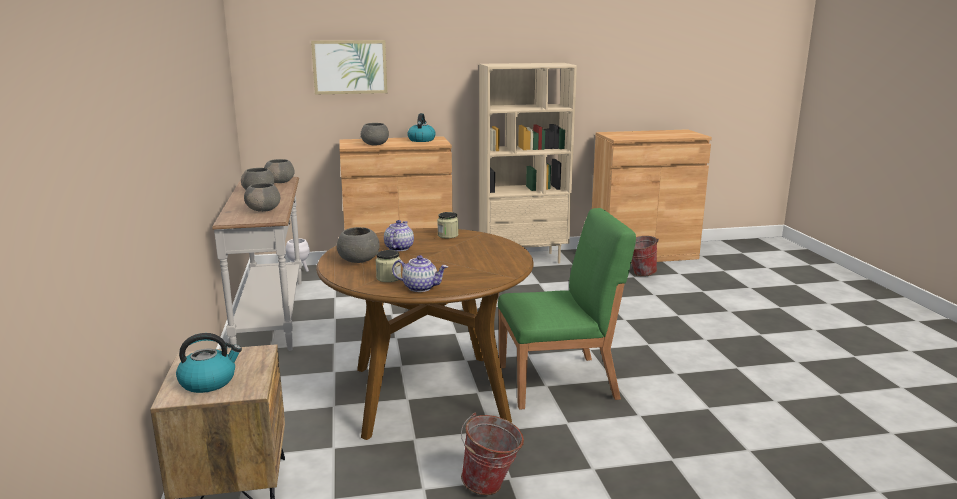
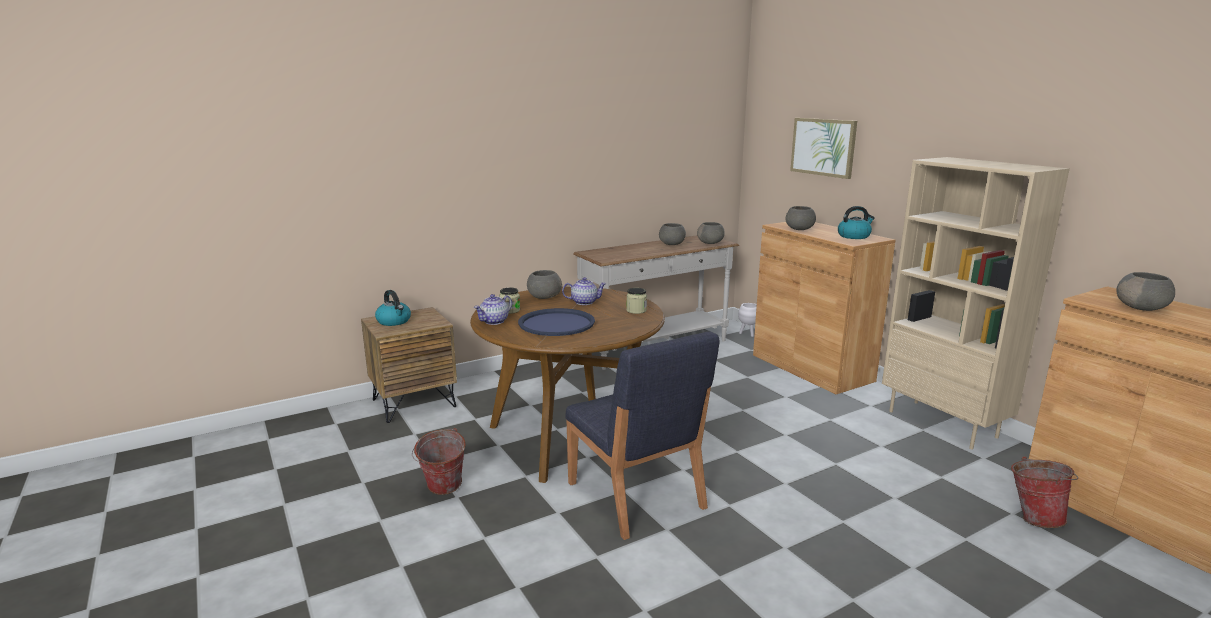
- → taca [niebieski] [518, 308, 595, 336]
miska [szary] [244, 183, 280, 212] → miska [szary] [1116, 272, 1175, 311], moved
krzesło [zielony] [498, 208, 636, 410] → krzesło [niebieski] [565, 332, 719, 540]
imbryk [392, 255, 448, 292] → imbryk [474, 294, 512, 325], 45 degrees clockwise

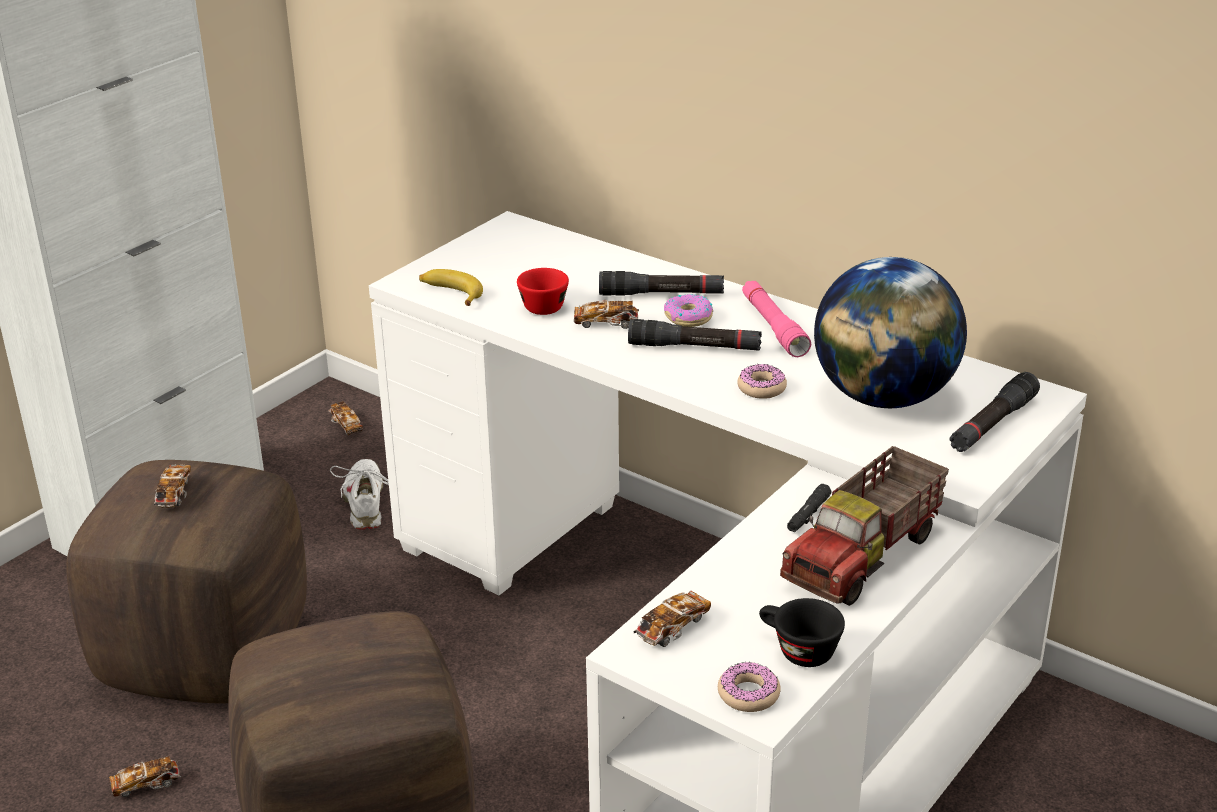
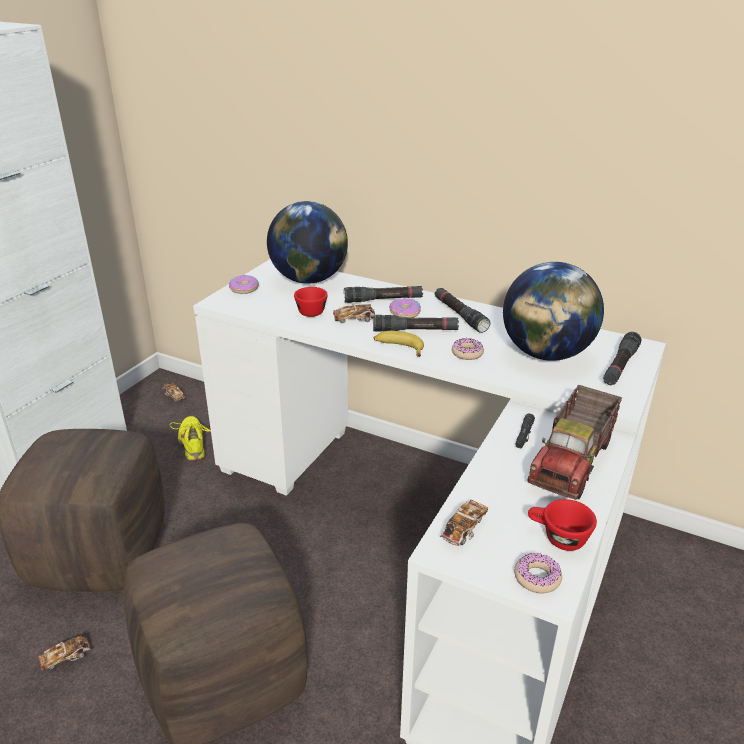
samochodzik [153, 464, 191, 508] → -
- → donut [229, 274, 259, 294]
- → globus [267, 201, 348, 284]
banan [419, 269, 483, 306] → banan [374, 331, 424, 357], moved
but [biały] [330, 459, 389, 530] → but [żółty] [170, 416, 211, 461]
latarka [różowy] [742, 281, 811, 357] → latarka [czarny] [435, 288, 490, 333]
filiżanka [czarny] [759, 598, 845, 667] → filiżanka [czerwony] [528, 499, 597, 551]

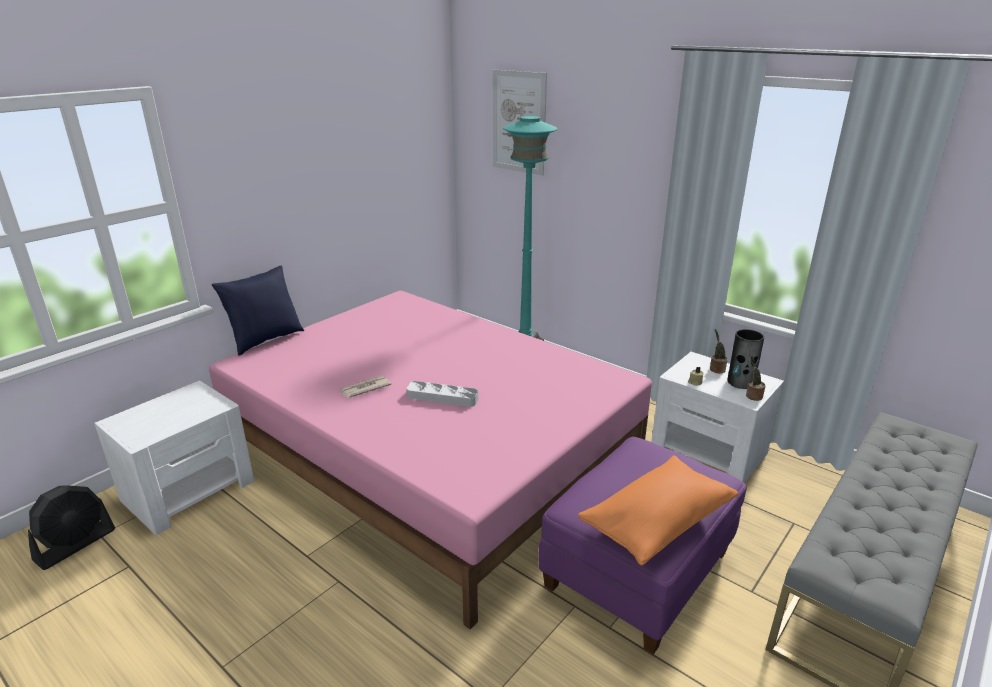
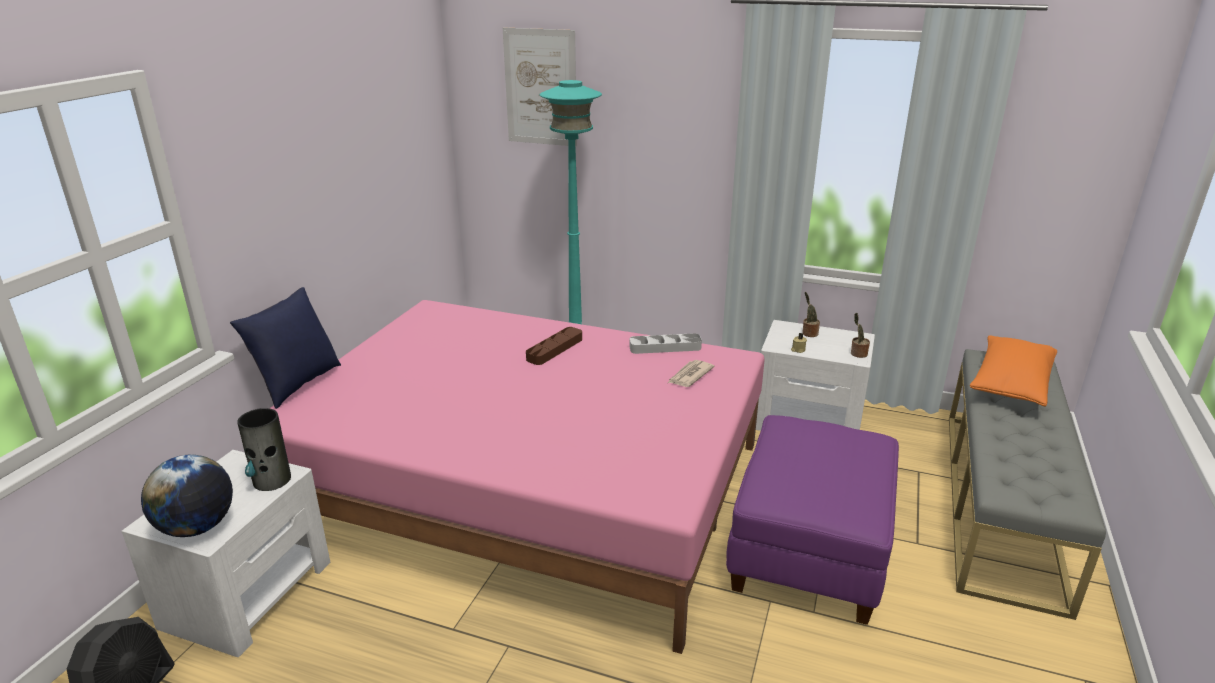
- → globus [141, 455, 233, 537]
- → taca [brązowy] [526, 327, 582, 365]
gazeta [340, 376, 391, 398] → gazeta [668, 360, 715, 387], moved
taca [szary] [407, 381, 478, 407] → taca [szary] [630, 333, 702, 354], moved
poduszka [pomarańczowy] [578, 455, 739, 566] → poduszka [pomarańczowy] [970, 335, 1057, 407], moved
wazon [727, 329, 764, 389] → wazon [237, 408, 291, 491], moved

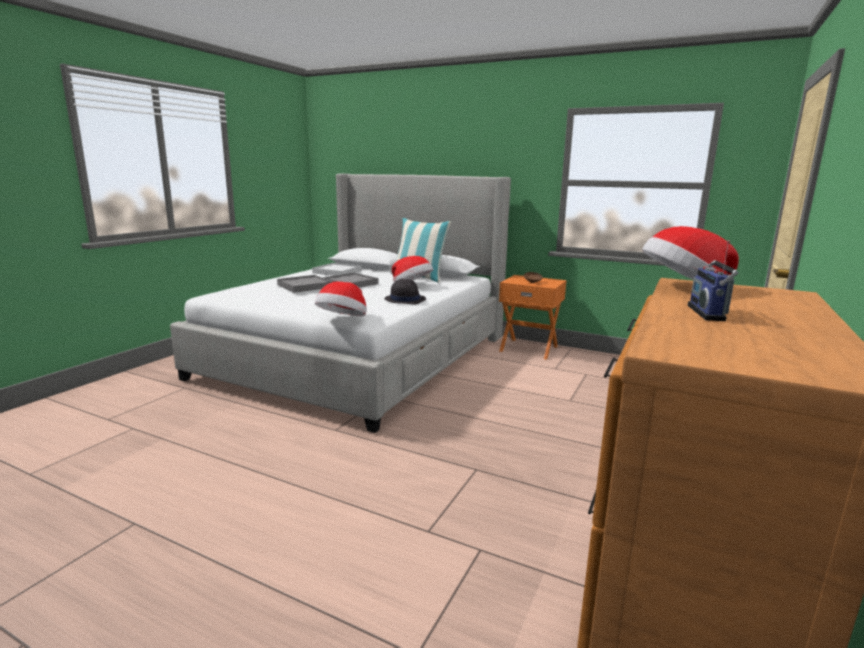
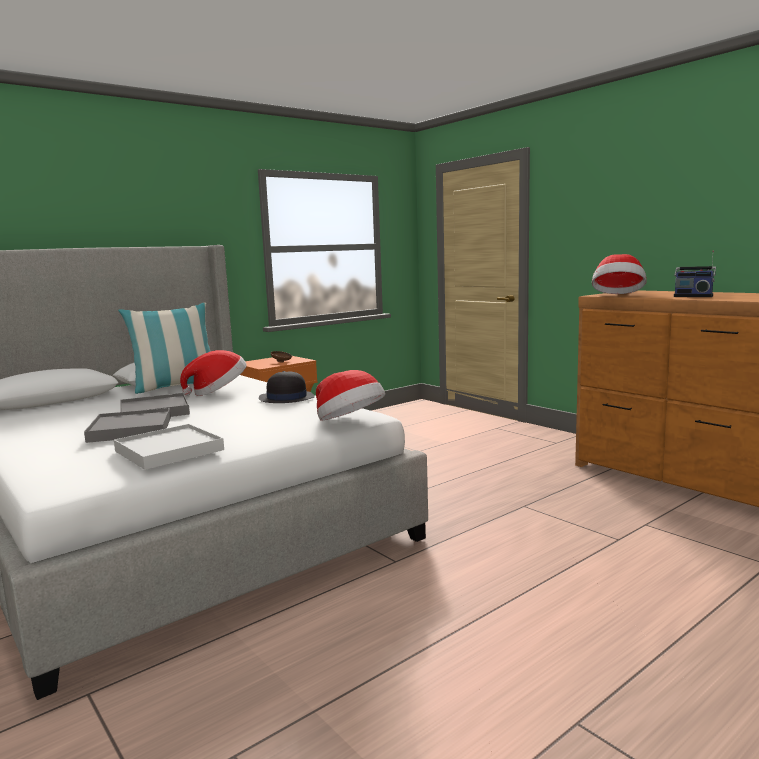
taca [biały] [312, 263, 362, 276] → taca [biały] [114, 424, 224, 470], moved

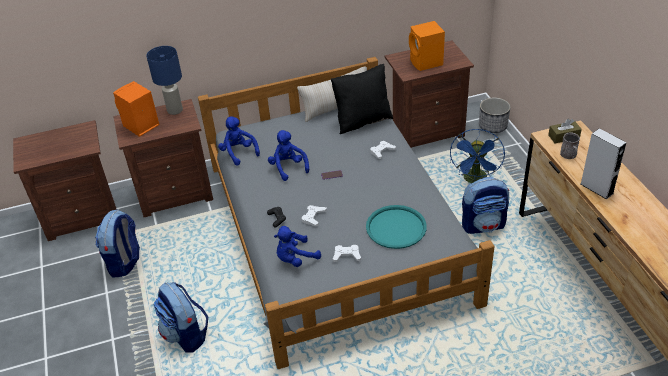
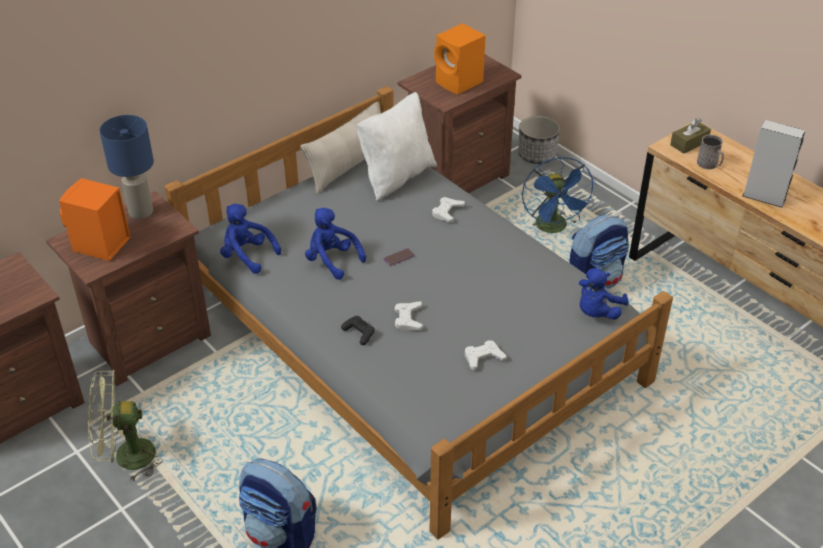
taca [turkusowy] [366, 205, 427, 249] → -
pluszak [niebieski] [274, 226, 321, 267] → pluszak [niebieski] [579, 268, 628, 319], moved
plecak [95, 209, 140, 277] → wentylator [zielony] [88, 369, 162, 483]
poduszka [czarny] [331, 64, 393, 134] → poduszka [biały] [357, 92, 437, 201]

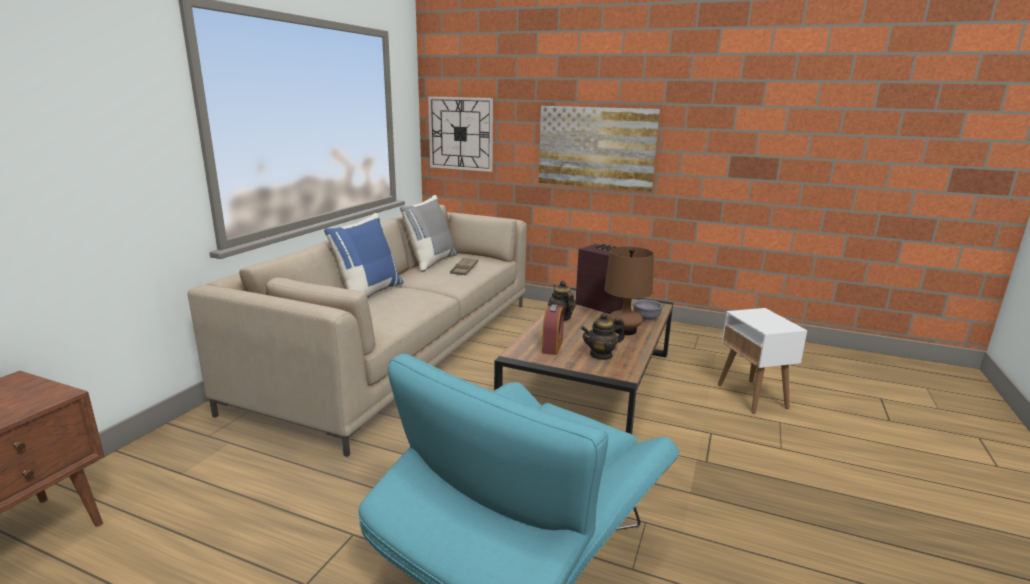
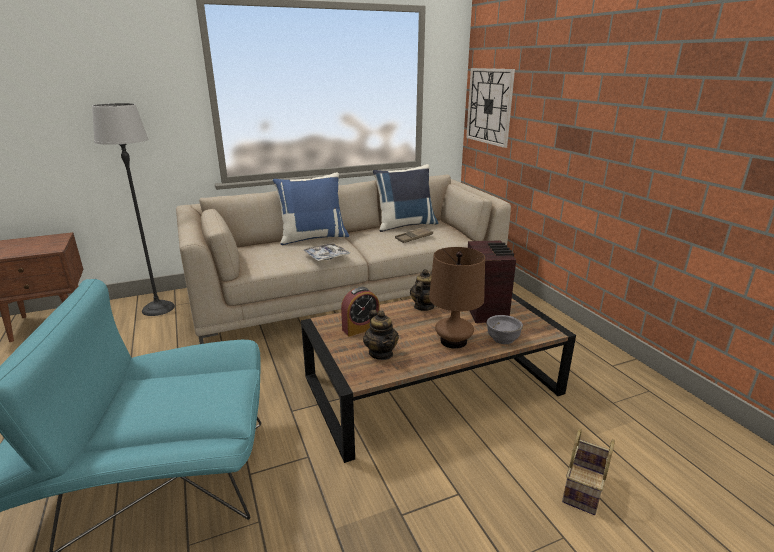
obraz [539, 106, 660, 192] → -
- → lampa stojąca [92, 103, 175, 316]
- → taca [303, 243, 350, 261]
stolik [biały] [718, 308, 807, 414] → koszyk [562, 428, 615, 515]
poduszka [szary] [400, 195, 457, 272] → poduszka [niebieski] [373, 164, 439, 232]
imbryk [581, 312, 625, 360] → imbryk [363, 310, 399, 360], 135 degrees counterclockwise

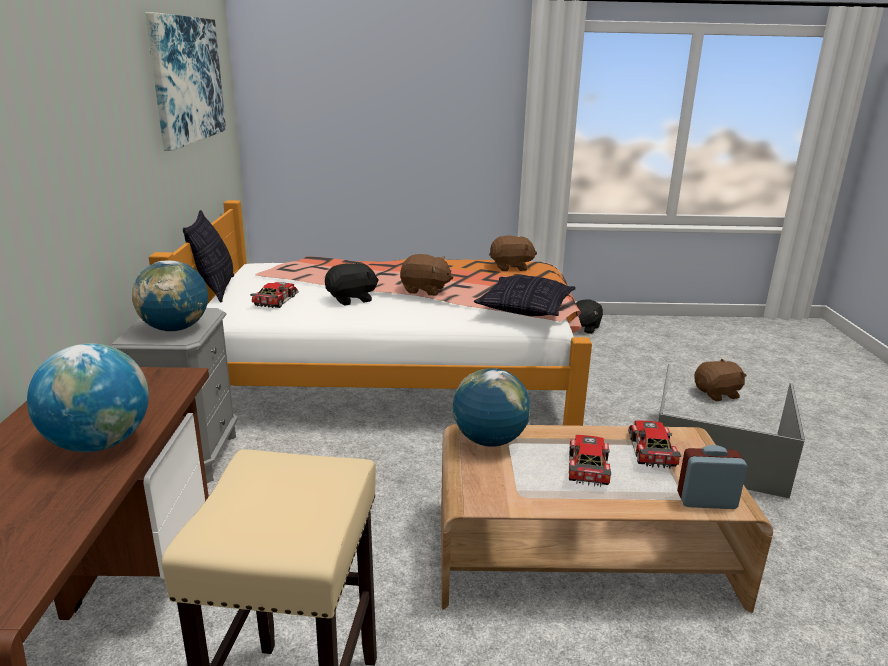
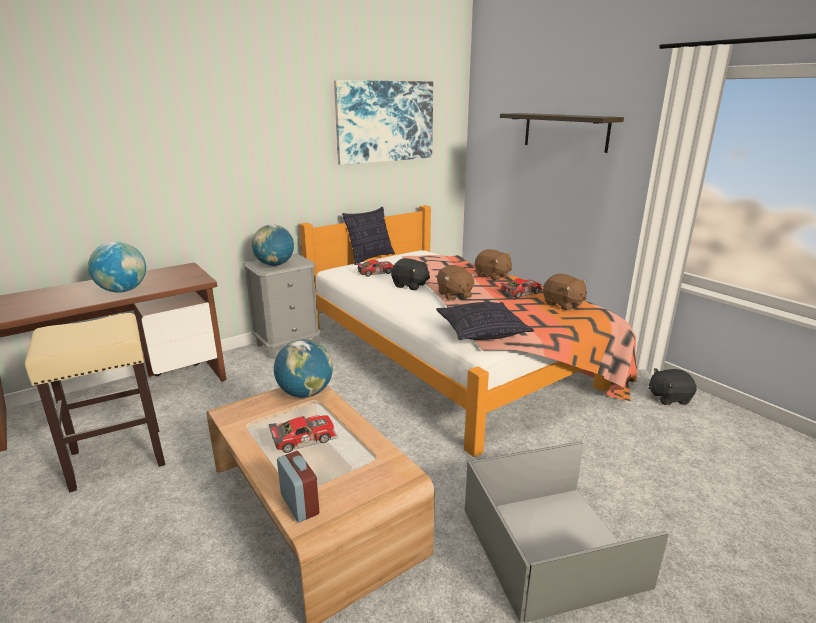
- → półka [500, 113, 624, 153]
samochodzik [628, 420, 681, 468] → samochodzik [500, 278, 543, 298], moved
pluszak [brązowy] [694, 359, 747, 401] → pluszak [brązowy] [475, 249, 512, 281], moved

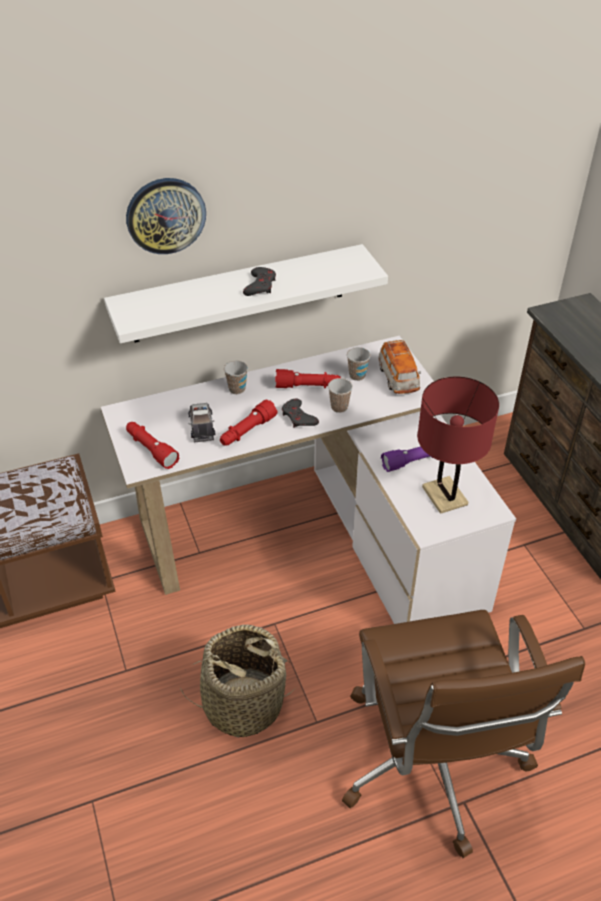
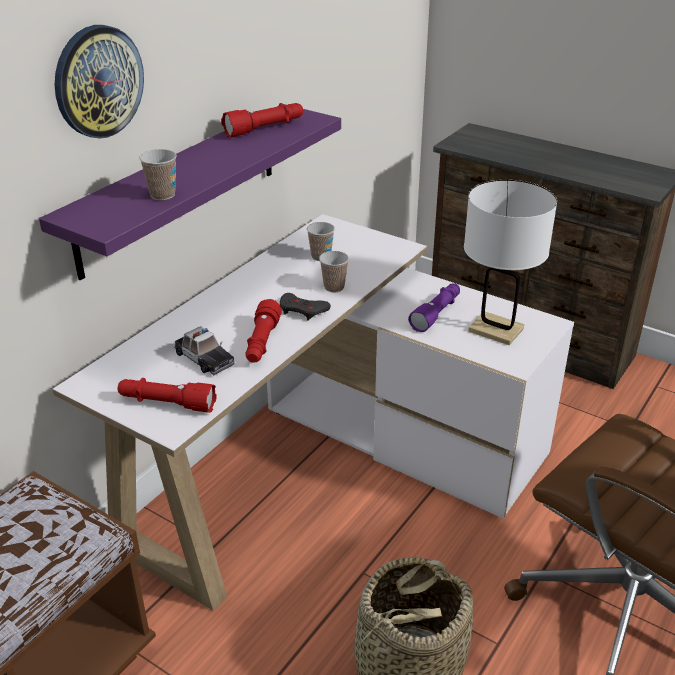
pad do gier [szary] [243, 267, 276, 296] → -
samochodzik [378, 340, 421, 394] → -
filiżanka [224, 360, 248, 394] → filiżanka [139, 149, 177, 200], moved
latarka [czerwony] [275, 369, 341, 388] → latarka [czerwony] [221, 103, 303, 138], moved
półka [biały] [104, 244, 388, 344] → półka [fioletowy] [39, 104, 341, 280]
lampa stołowa [czerwony] [417, 376, 499, 514] → lampa stołowa [biały] [464, 180, 557, 345]

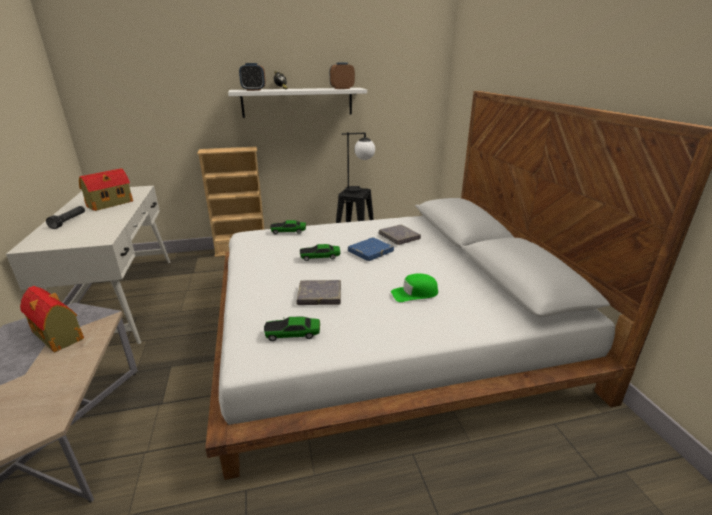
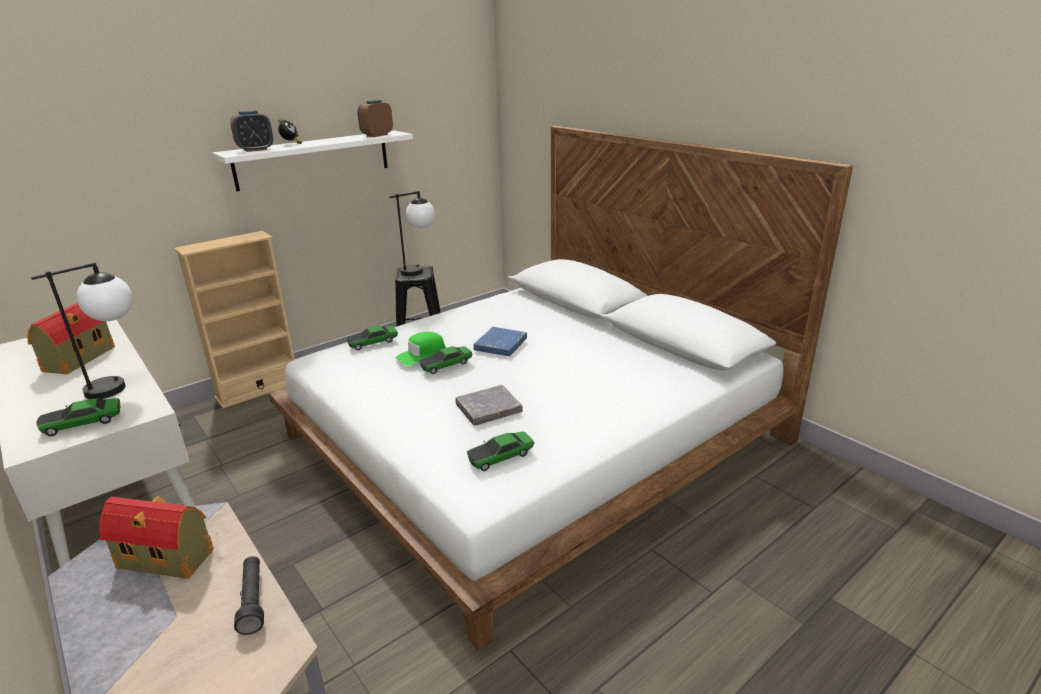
książka [szary] [379, 225, 421, 245] → -
- → lampa stołowa [31, 262, 133, 399]
- → samochodzik [36, 398, 120, 436]
latarka [czarny] [46, 206, 85, 229] → latarka [czarny] [234, 556, 264, 635], moved
czapka z daszkiem [zielony] [391, 273, 438, 302] → czapka z daszkiem [zielony] [396, 332, 446, 366], moved

